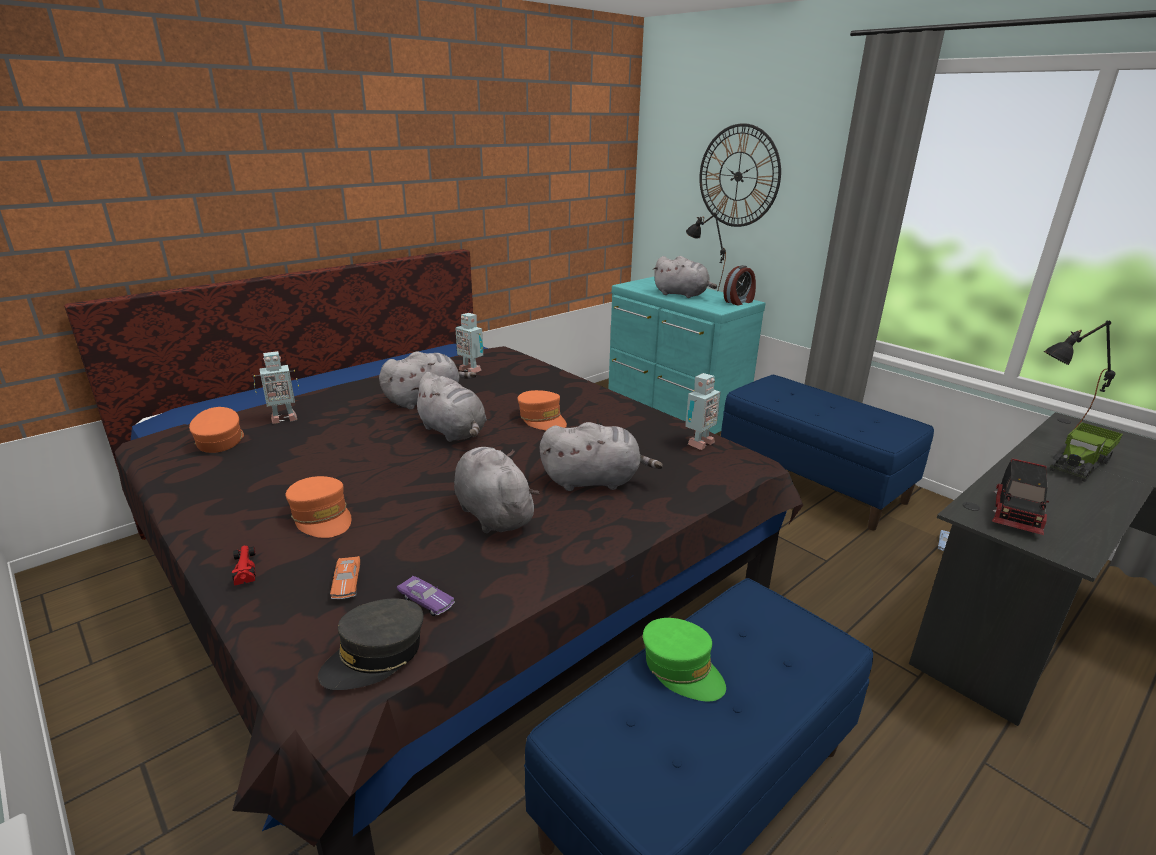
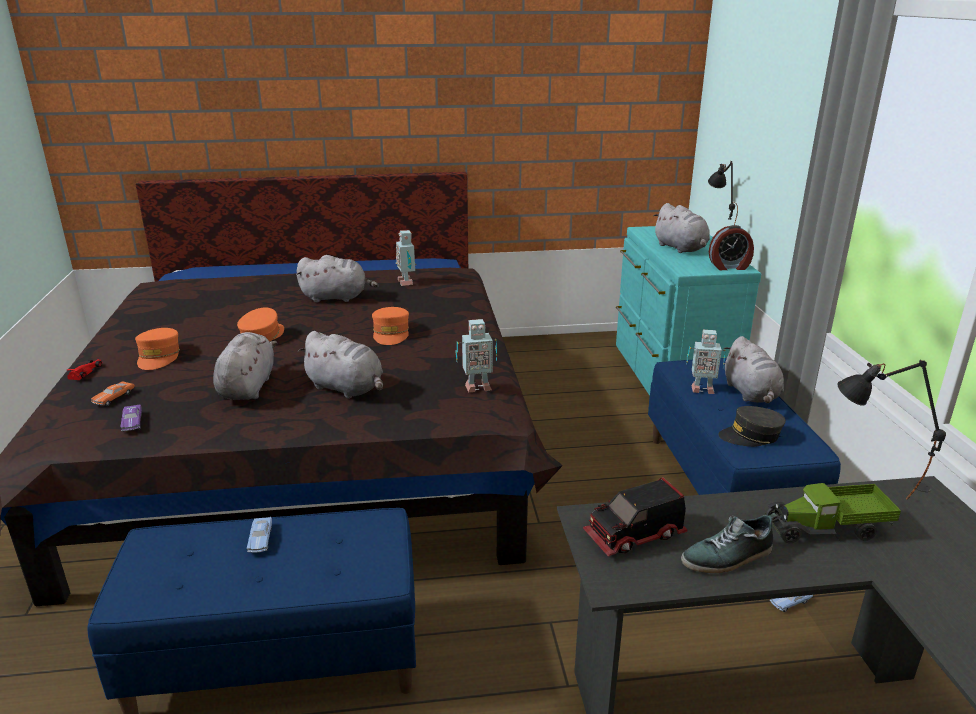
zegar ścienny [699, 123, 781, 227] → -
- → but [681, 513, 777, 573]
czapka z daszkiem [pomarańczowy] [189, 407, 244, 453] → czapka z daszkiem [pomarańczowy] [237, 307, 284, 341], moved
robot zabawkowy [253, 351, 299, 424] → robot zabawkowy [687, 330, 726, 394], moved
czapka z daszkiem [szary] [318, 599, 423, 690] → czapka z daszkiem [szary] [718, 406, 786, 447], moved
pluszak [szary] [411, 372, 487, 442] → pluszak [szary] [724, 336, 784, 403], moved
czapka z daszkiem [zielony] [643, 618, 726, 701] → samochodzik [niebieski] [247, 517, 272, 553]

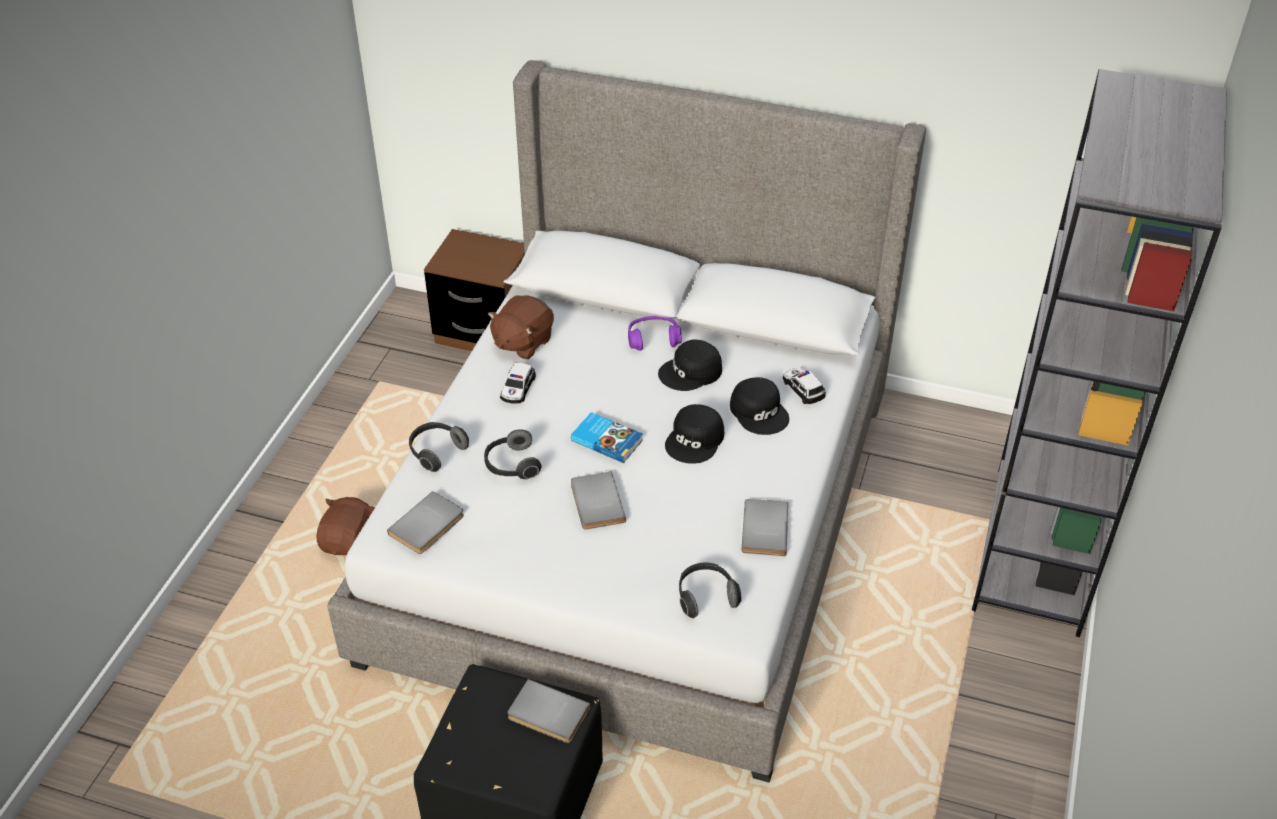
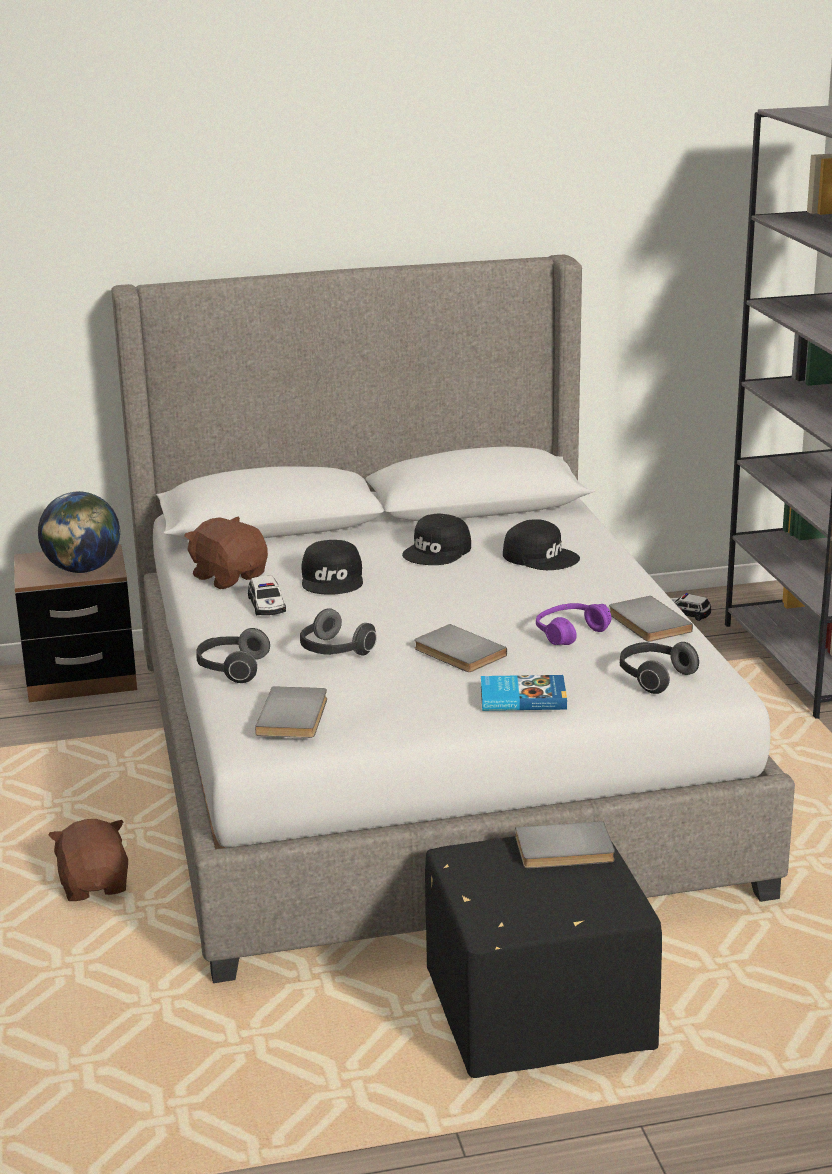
- → globus [38, 491, 121, 573]
książka [571, 412, 643, 463] → książka [481, 675, 567, 711], moved
słuchawki [fioletowy] [628, 316, 682, 351] → słuchawki [fioletowy] [536, 603, 611, 645], moved
czapka z daszkiem [czarny] [665, 404, 724, 464] → czapka z daszkiem [czarny] [302, 540, 363, 595], moved
samochodzik [783, 368, 826, 404] → samochodzik [670, 593, 711, 621], moved
pluszak [brązowy] [488, 295, 554, 359] → pluszak [brązowy] [184, 516, 268, 589], 135 degrees clockwise

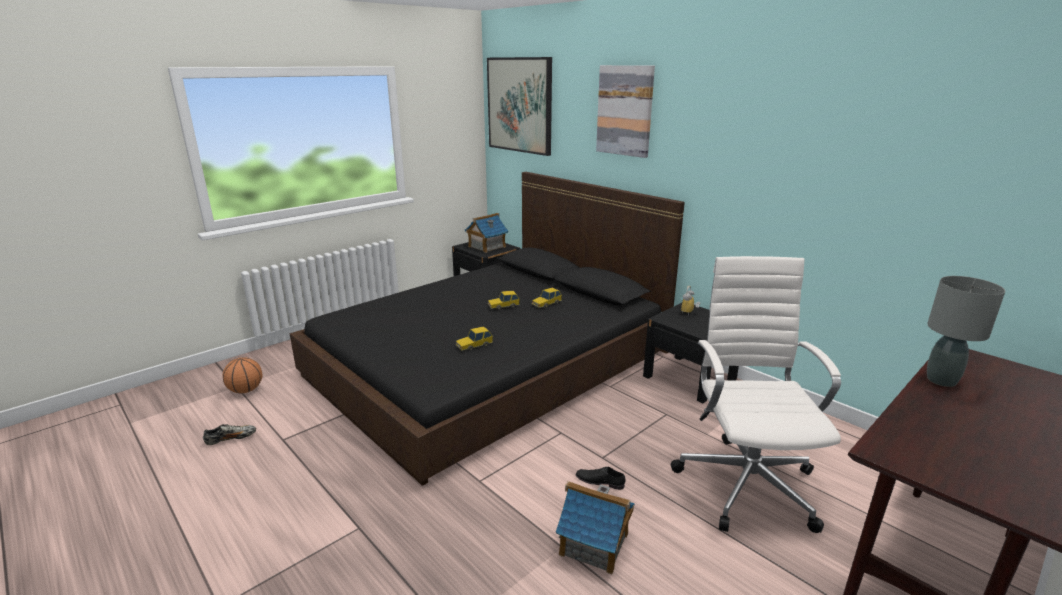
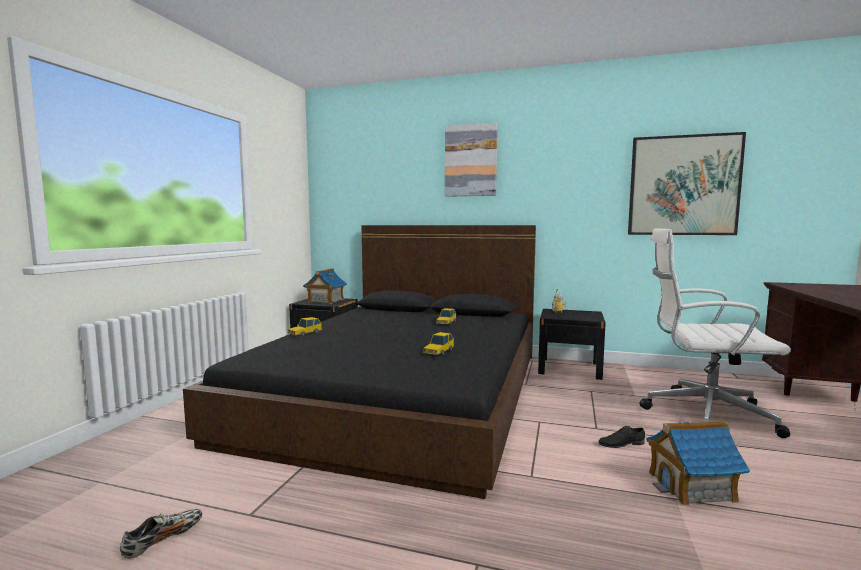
piłka do koszykówki [223, 357, 263, 393] → -
lampa stołowa [szary] [927, 276, 1005, 387] → -
obraz [487, 57, 552, 156] → obraz [628, 132, 746, 235], moved
samochodzik [488, 291, 520, 310] → samochodzik [288, 317, 322, 336], moved
krzesło biurowe [biały] [671, 256, 841, 533] → krzesło biurowe [biały] [639, 228, 791, 438], 45 degrees counterclockwise

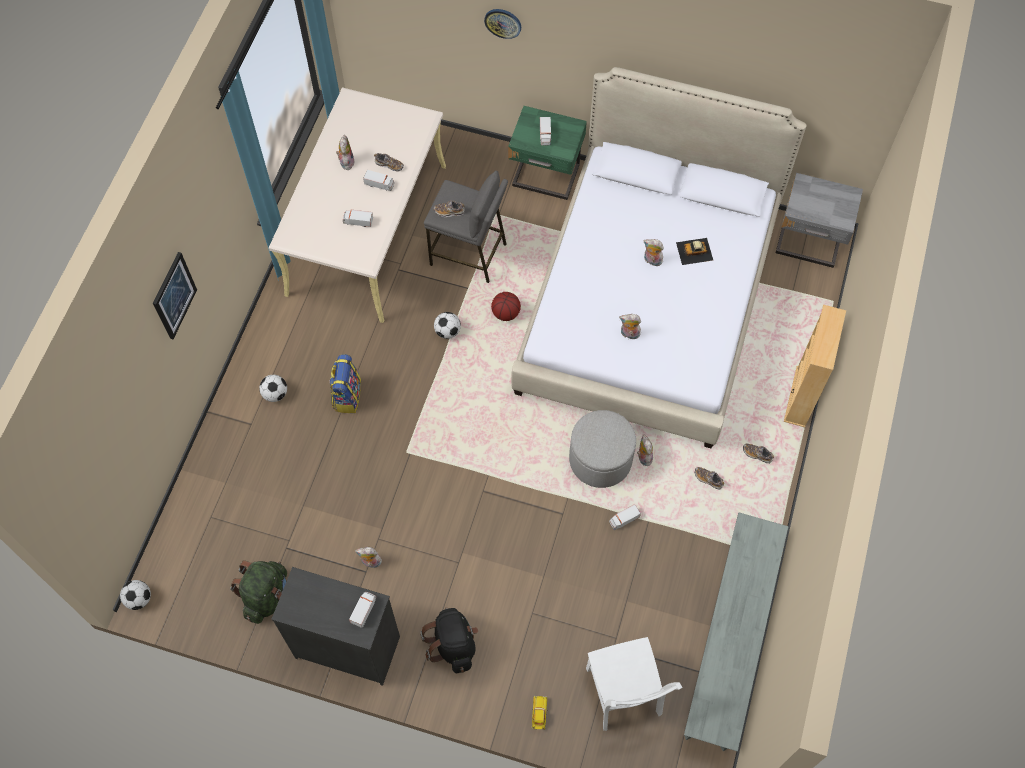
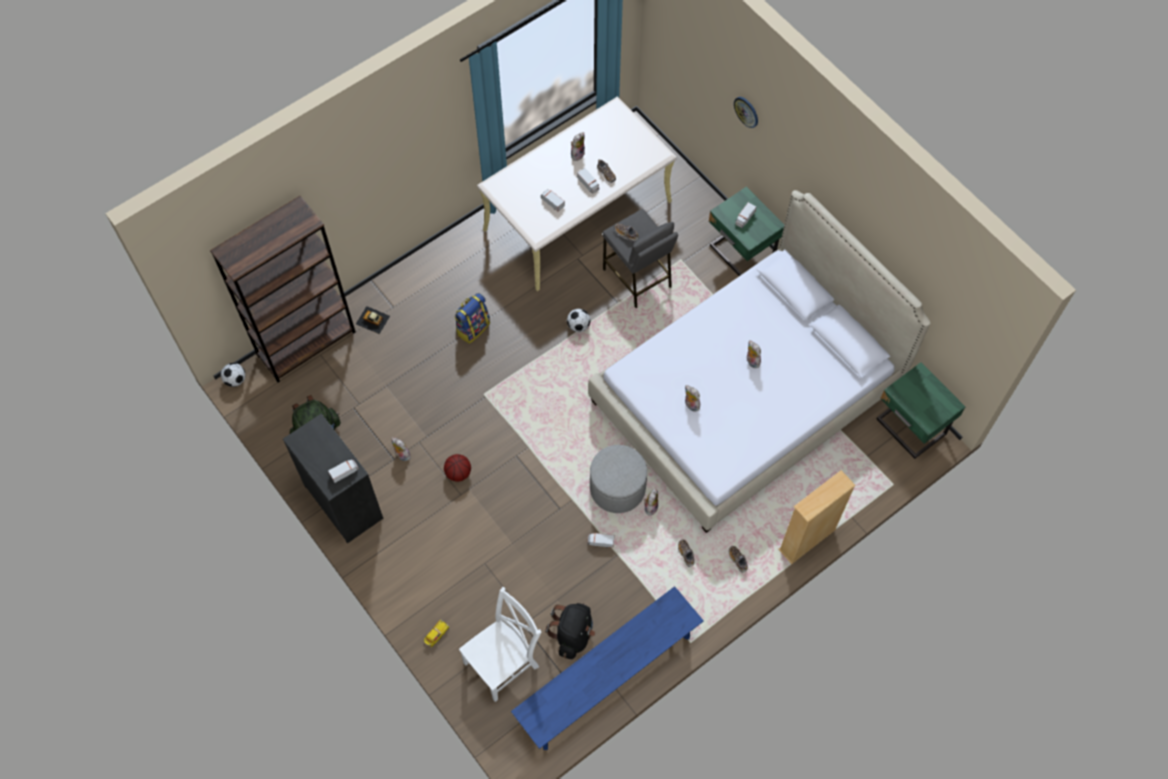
obraz [153, 252, 197, 339] → -
piłka futbolowa [259, 375, 287, 402] → -
- → regał [brązowy] [210, 196, 356, 383]
plecak [czarny] [420, 607, 478, 673] → plecak [czarny] [545, 603, 595, 659], moved
piłka do koszykówki [491, 292, 521, 321] → piłka do koszykówki [444, 454, 471, 482], moved
samochodzik [676, 238, 713, 265] → samochodzik [356, 306, 390, 334], moved
ławka [szary] [684, 512, 788, 751] → ławka [niebieski] [511, 586, 704, 750]
szafka nocna [szary] [776, 173, 863, 268] → szafka nocna [zielony] [877, 362, 965, 459]
krzesło [biały] [586, 637, 683, 731] → krzesło [biały] [459, 587, 541, 702], 150 degrees counterclockwise

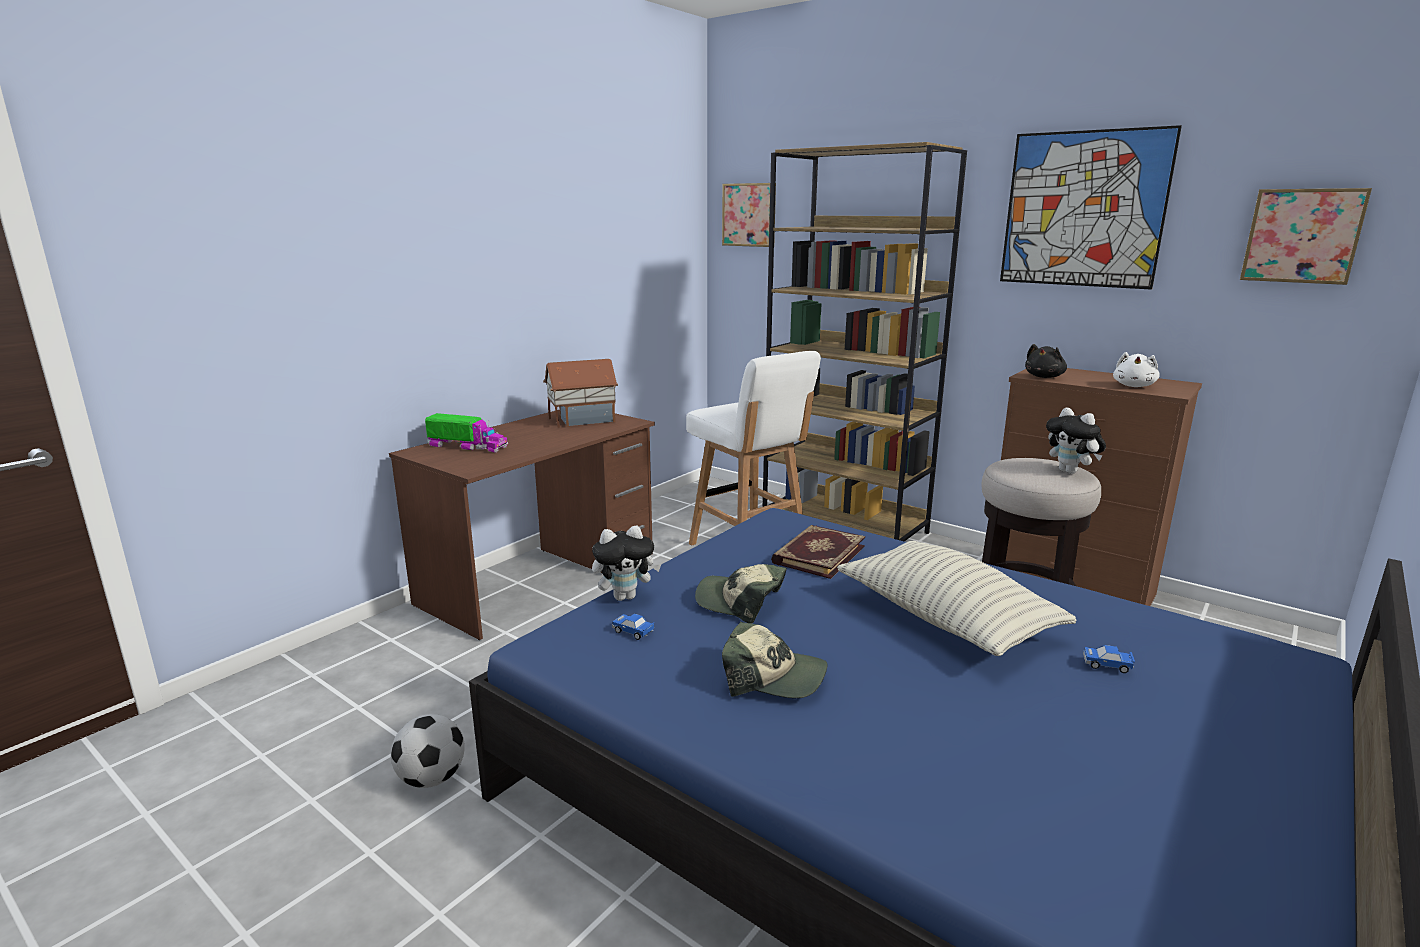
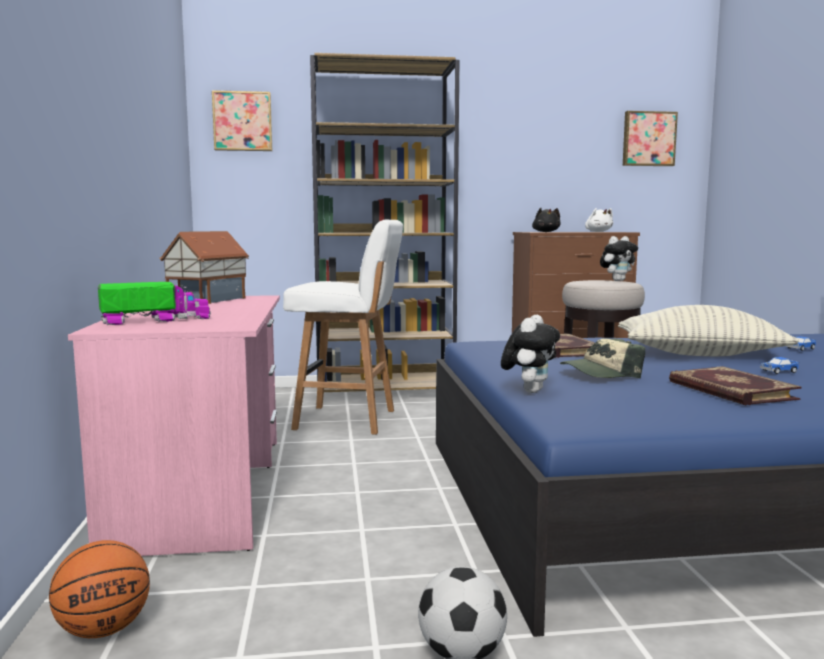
obraz [1000, 125, 1182, 290] → -
- → piłka do koszykówki [49, 540, 150, 638]
samochodzik [612, 614, 654, 640] → samochodzik [760, 357, 799, 374], moved
czapka z daszkiem [722, 622, 828, 698] → książka [669, 366, 801, 406]
biurko [brązowy] [389, 410, 655, 640] → biurko [różowy] [68, 295, 280, 556]
pluszak [1046, 407, 1106, 474] → pluszak [600, 236, 638, 281], 45 degrees counterclockwise

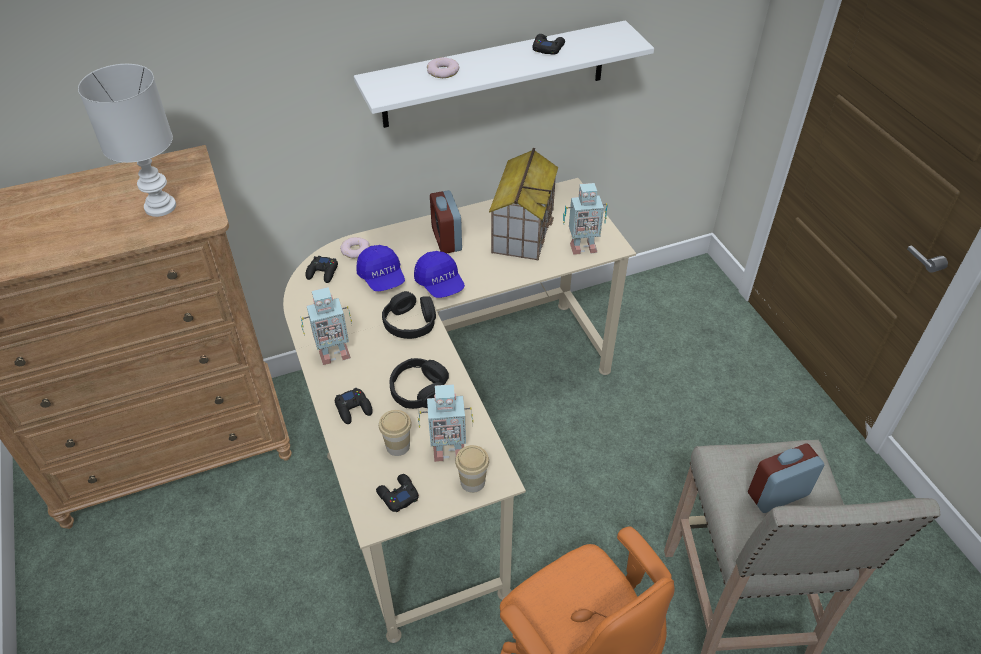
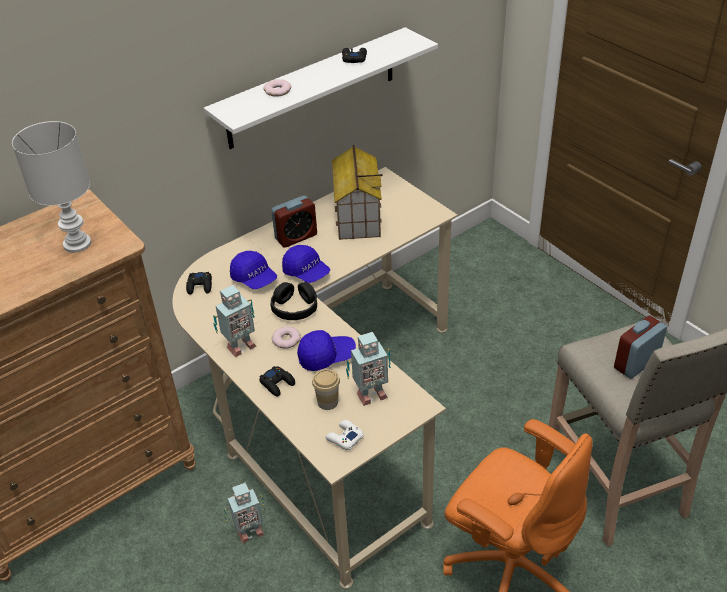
filiżanka [455, 445, 489, 493] → -
donut [340, 237, 370, 258] → donut [272, 326, 301, 349], moved
robot zabawkowy [563, 183, 608, 255] → robot zabawkowy [224, 483, 265, 543], moved
słuchawki [czarny] [389, 358, 449, 409] → czapka z daszkiem [niebieski] [297, 330, 356, 371]
pad do gier [czarny] [376, 474, 419, 512] → pad do gier [biały] [325, 420, 364, 450]
budzik [430, 190, 462, 253] → budzik [271, 196, 317, 248], 90 degrees counterclockwise

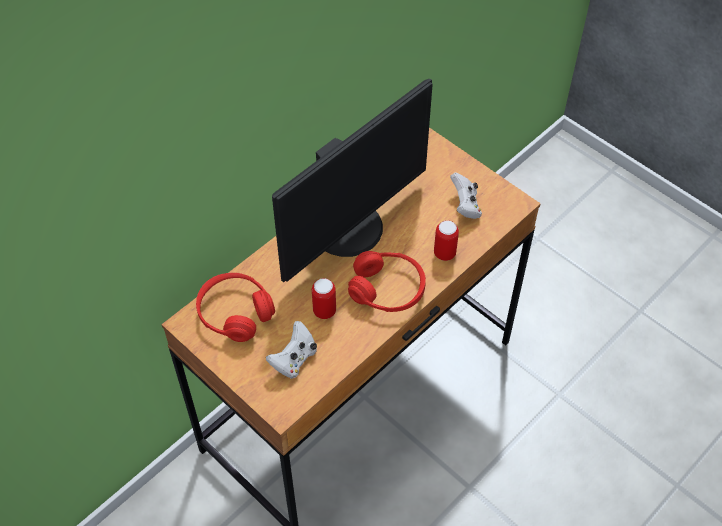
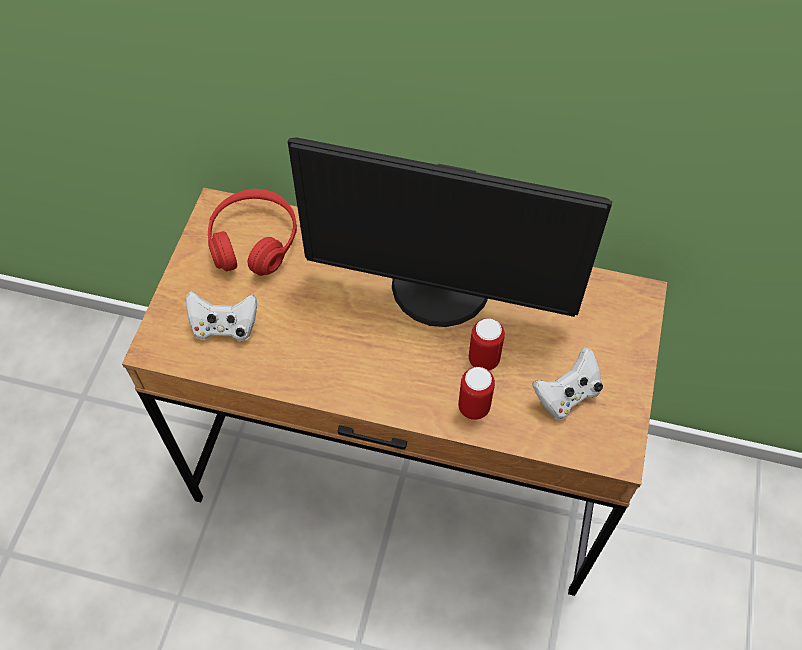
słuchawki [czerwony] [348, 251, 426, 312] → -
puszka [312, 278, 336, 319] → puszka [469, 318, 505, 371], moved

